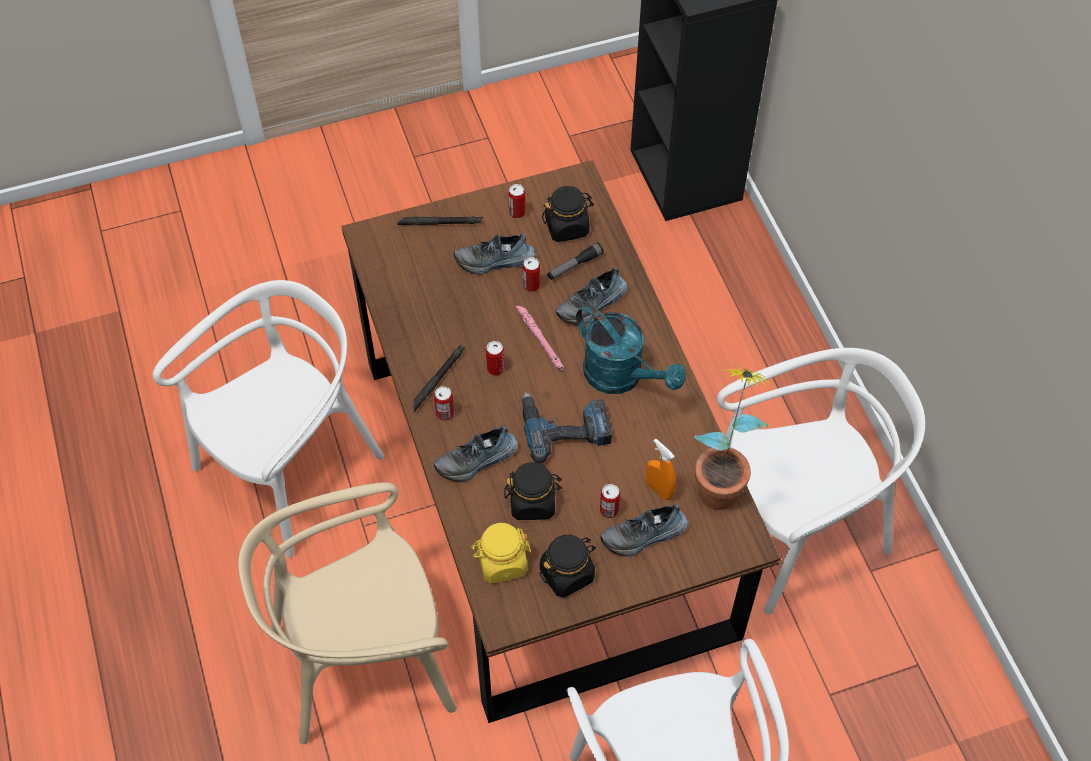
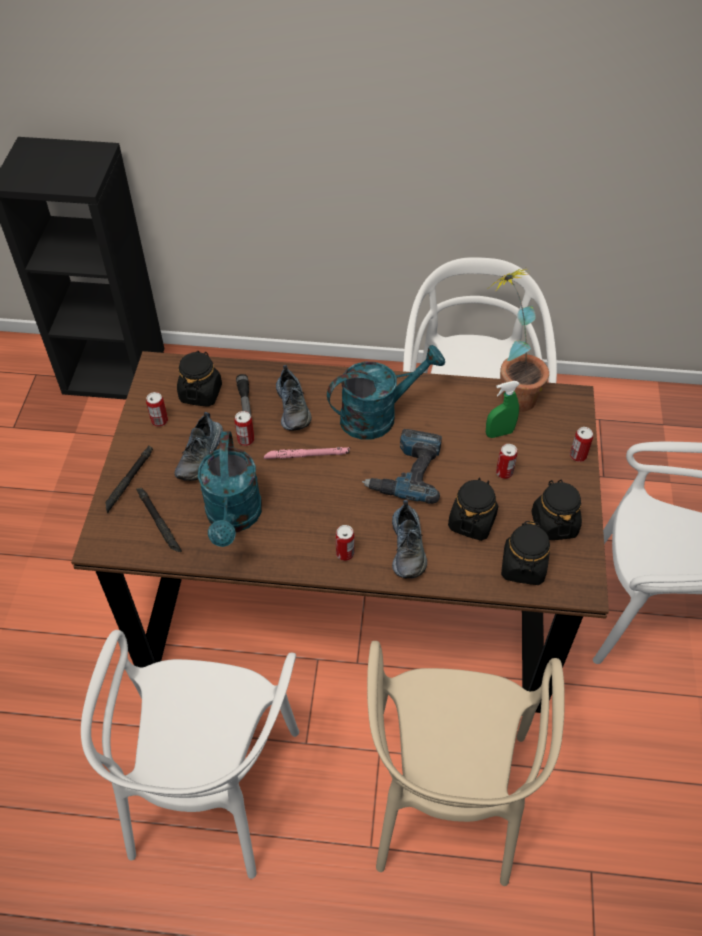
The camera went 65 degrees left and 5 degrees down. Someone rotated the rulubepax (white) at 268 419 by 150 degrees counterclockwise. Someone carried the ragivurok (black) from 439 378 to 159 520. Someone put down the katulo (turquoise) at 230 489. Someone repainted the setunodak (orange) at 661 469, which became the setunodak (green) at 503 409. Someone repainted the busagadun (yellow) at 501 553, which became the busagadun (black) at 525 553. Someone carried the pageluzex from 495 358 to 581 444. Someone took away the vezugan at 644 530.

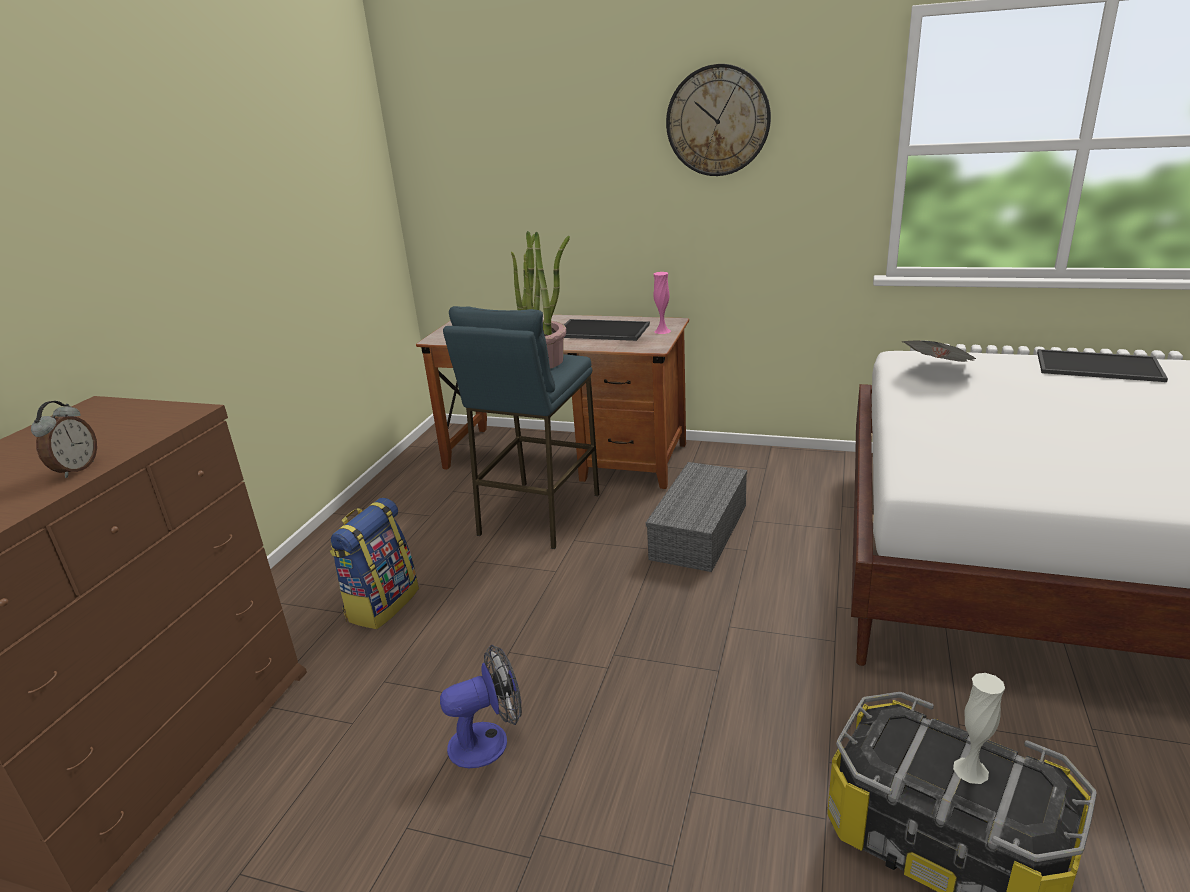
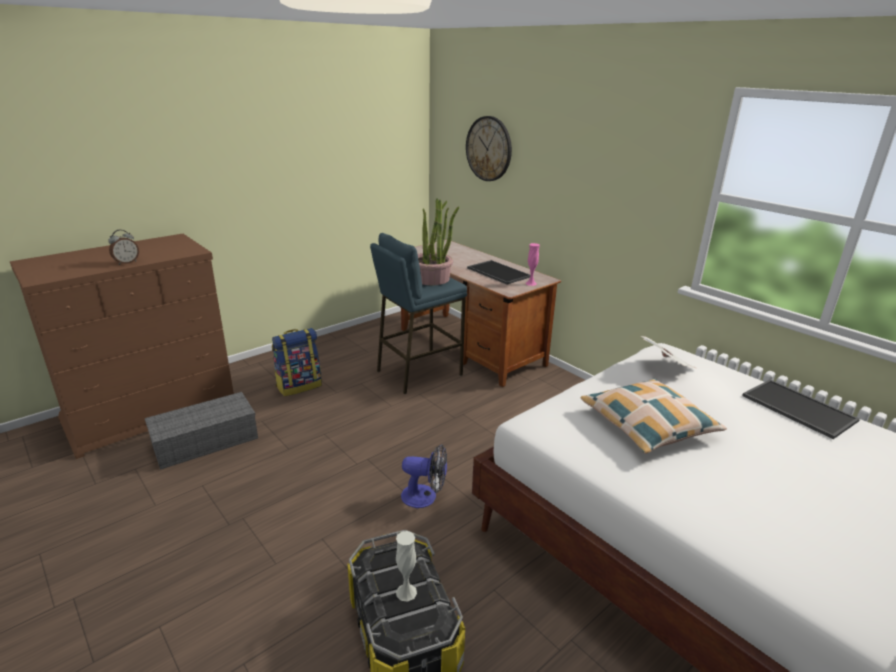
The camera went 30 degrees right and 0 degrees up. Someone carried the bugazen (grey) from 696 517 to 201 431. Someone carried the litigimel from 481 706 to 424 476. Someone carried the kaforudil from 718 120 to 489 148. Someone put down the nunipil at 654 416.

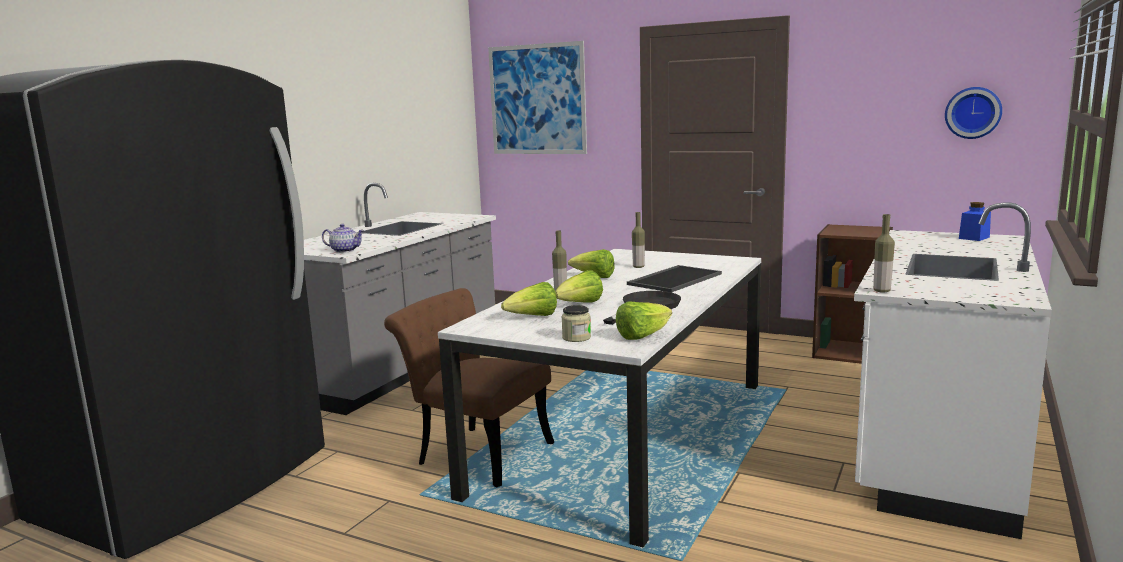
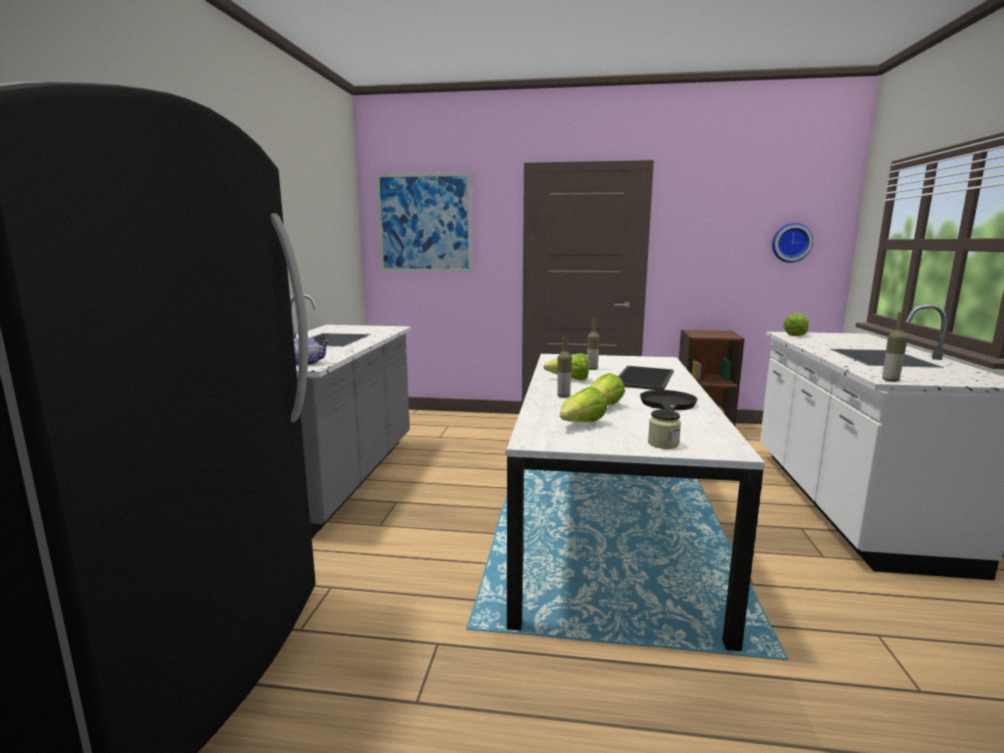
The camera went 20 degrees left and 0 degrees up. Someone carried the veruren from 644 321 to 796 324. Someone took away the rulubepax (brown) at 469 387. Someone took away the busagadun (blue) at 975 221.

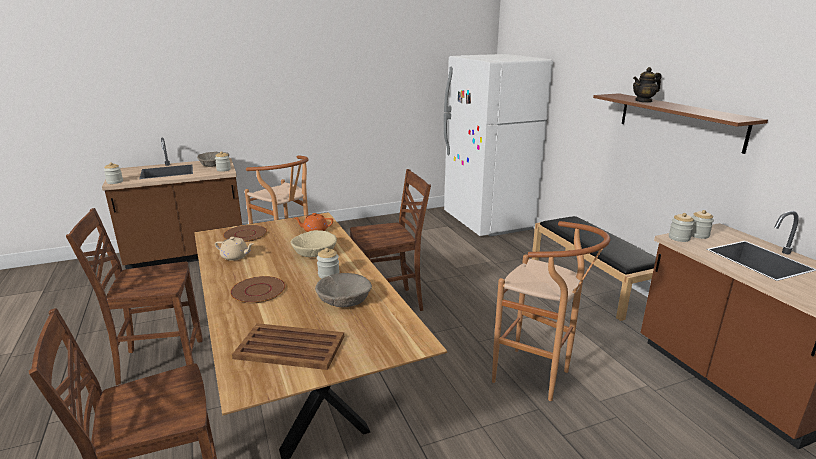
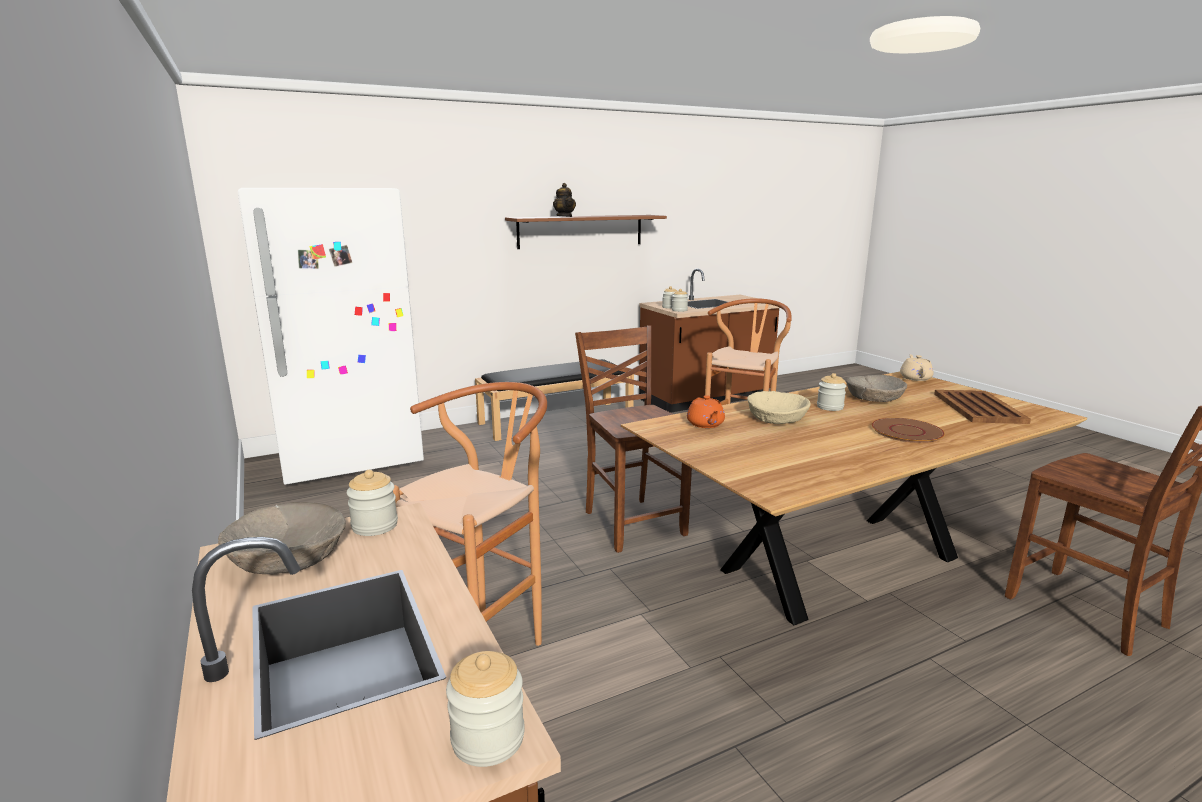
The camera went 95 degrees left and 5 degrees down. Someone carried the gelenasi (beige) from 234 249 to 917 367. Someone took away the rulubepax (brown) at 134 296. Someone took away the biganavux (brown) at 245 233.

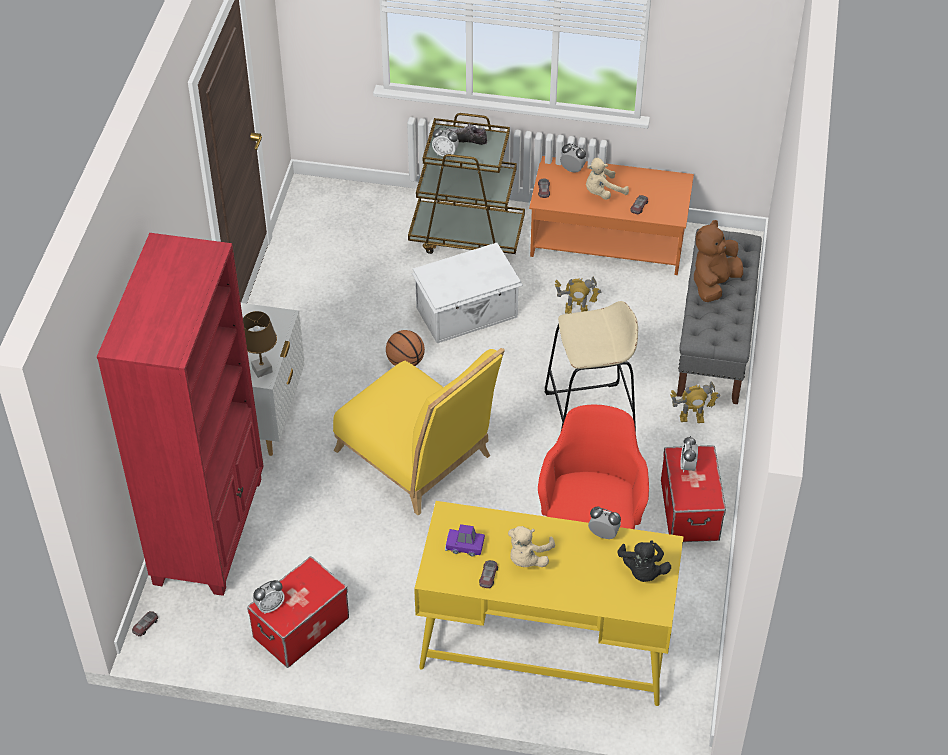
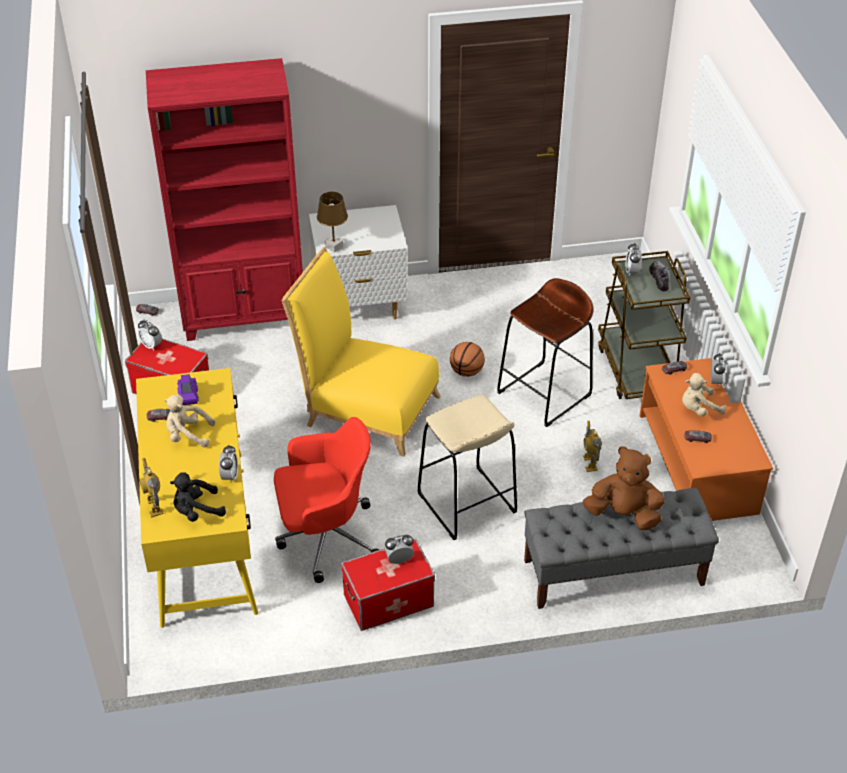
The camera went 70 degrees right and 5 degrees down. Someone carried the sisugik from 695 402 to 151 487. Someone rotated the rulubepax (yellow) at 419 432 by 90 degrees clockwise. Someone swapped the bugazen (white) at 467 293 for the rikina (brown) at 545 352. Someone rotated the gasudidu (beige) at 607 179 by 60 degrees counterclockwise.

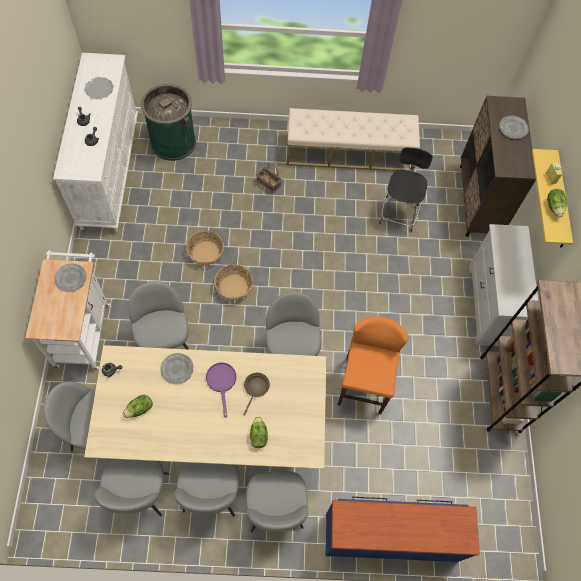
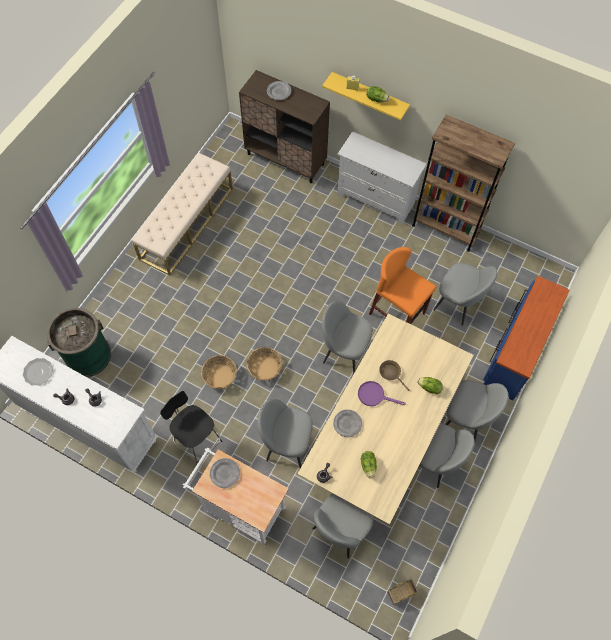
The camera went 60 degrees left and 0 degrees up. Someone carried the rikina (black) from 406 190 to 191 427. Someone carried the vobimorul from 269 178 to 402 592. Someone carried the rulubepax (grey) from 131 487 to 465 294.

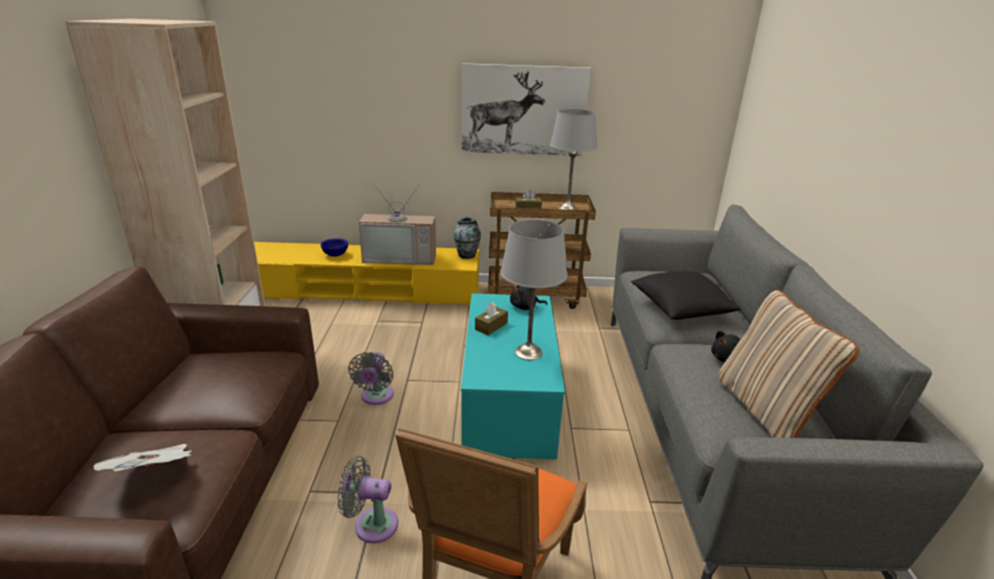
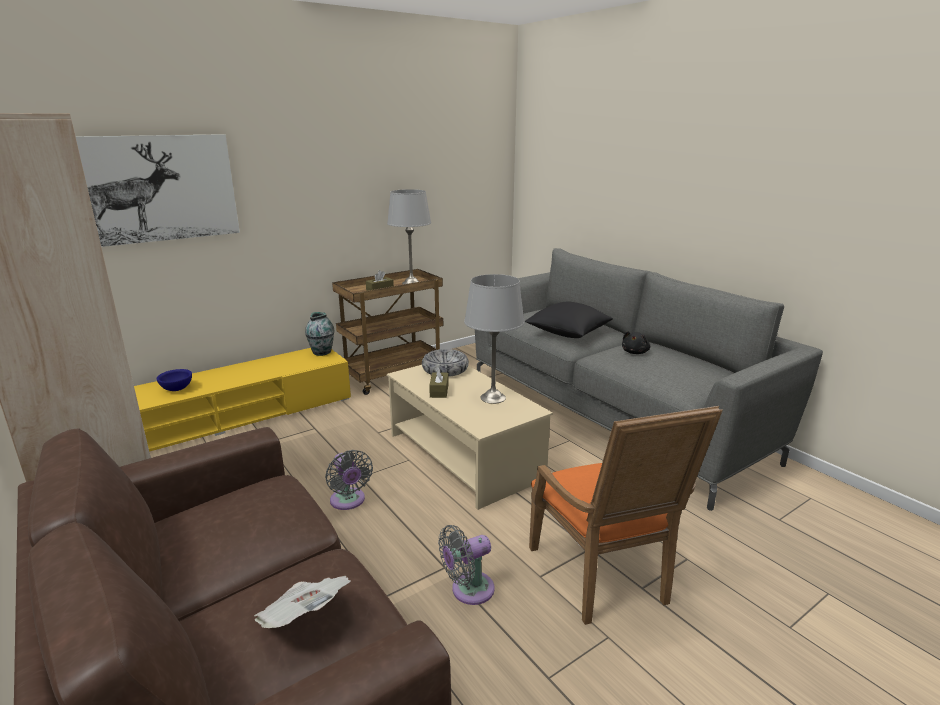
The camera went 35 degrees left and 5 degrees down. Someone carried the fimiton from 526 109 to 158 190. Someone repainted the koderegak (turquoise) at 513 376, which became the koderegak (beige) at 470 437. Someone swapped the gasudidu (black) at 528 298 for the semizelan at 445 363. Someone took away the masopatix at 397 223. Someone took away the nunipil (beige) at 789 364.

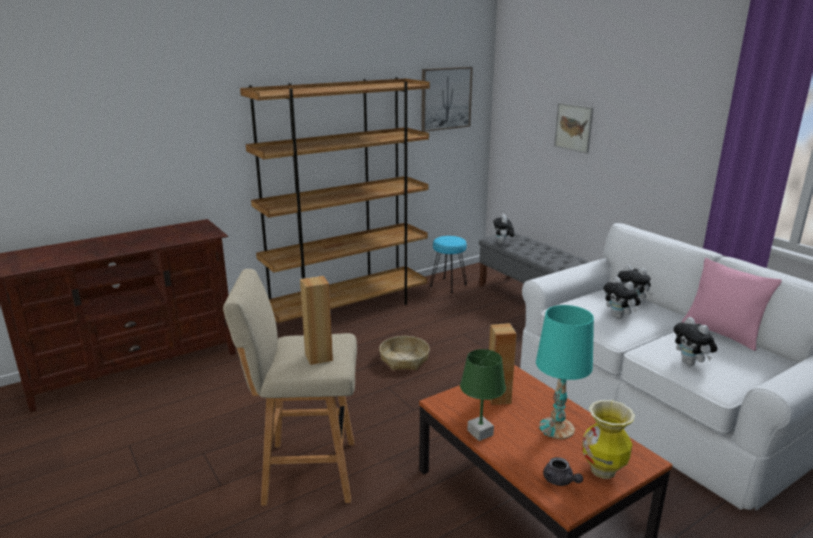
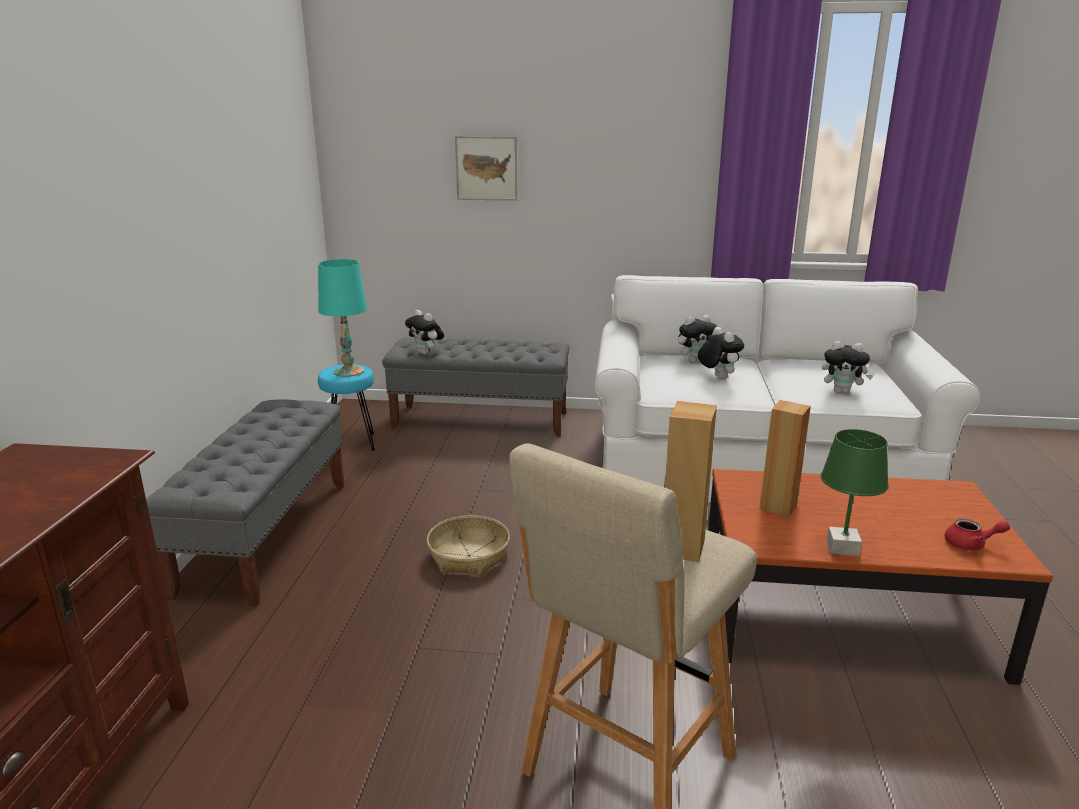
The camera went 50 degrees left and 0 degrees up. Someone swapped the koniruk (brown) at 335 200 for the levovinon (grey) at 245 503. Someone carried the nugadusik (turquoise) from 565 372 to 342 318. Someone rotated the gasudidu at 622 298 by 120 degrees counterclockwise. Someone repainted the gelenasi (grey) at 563 471, which became the gelenasi (red) at 977 534. Someone took away the fimiton at 447 99. Someone took away the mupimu at 608 439. Someone took away the nunipil (pink) at 732 304.

